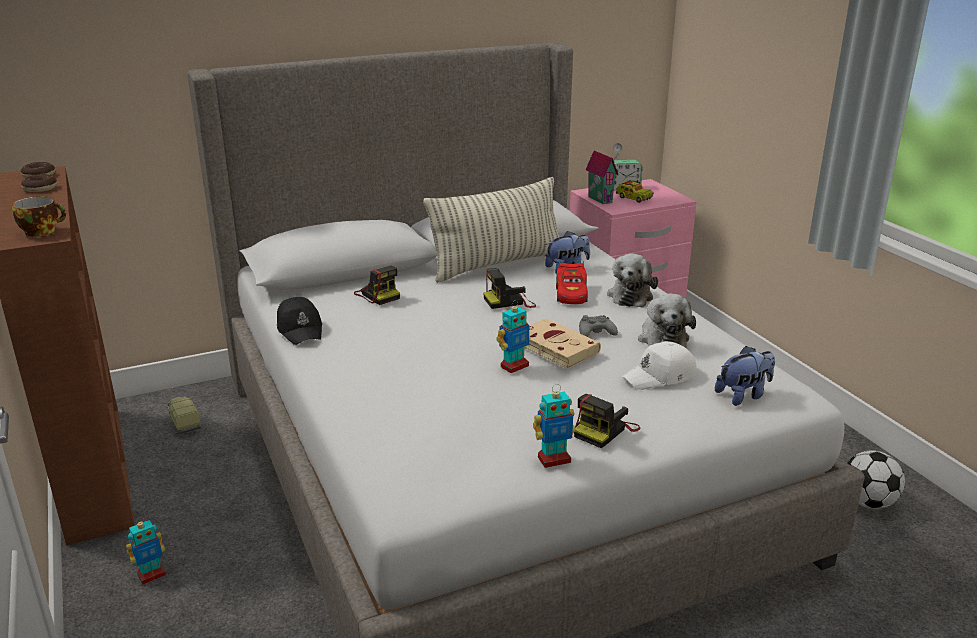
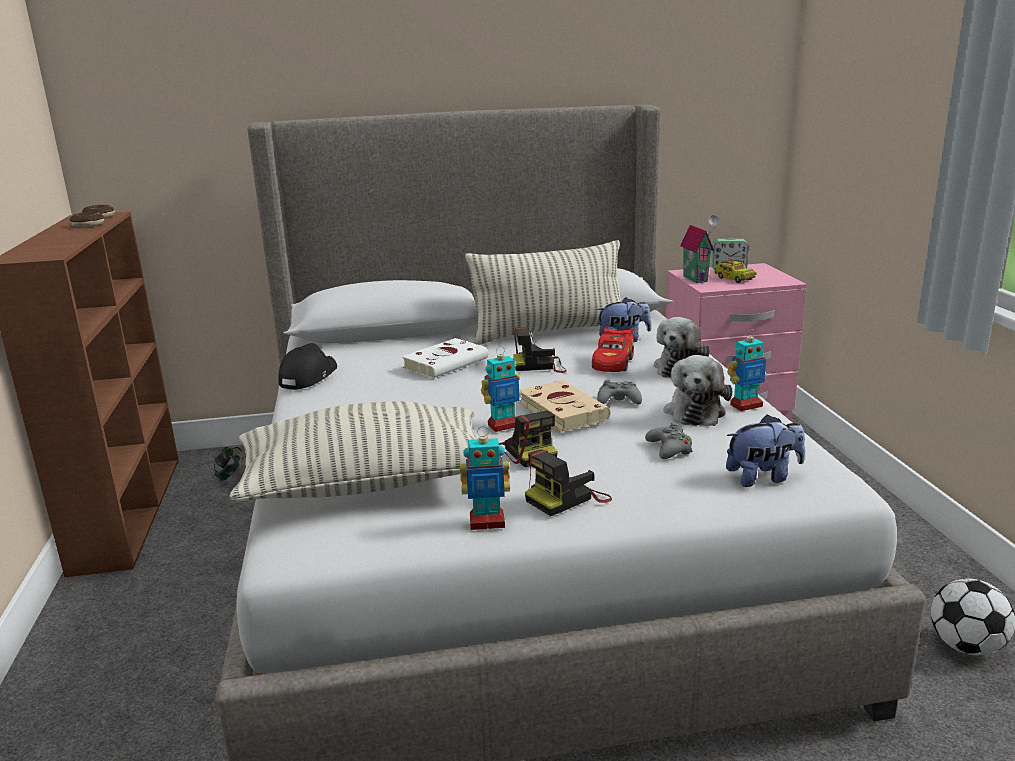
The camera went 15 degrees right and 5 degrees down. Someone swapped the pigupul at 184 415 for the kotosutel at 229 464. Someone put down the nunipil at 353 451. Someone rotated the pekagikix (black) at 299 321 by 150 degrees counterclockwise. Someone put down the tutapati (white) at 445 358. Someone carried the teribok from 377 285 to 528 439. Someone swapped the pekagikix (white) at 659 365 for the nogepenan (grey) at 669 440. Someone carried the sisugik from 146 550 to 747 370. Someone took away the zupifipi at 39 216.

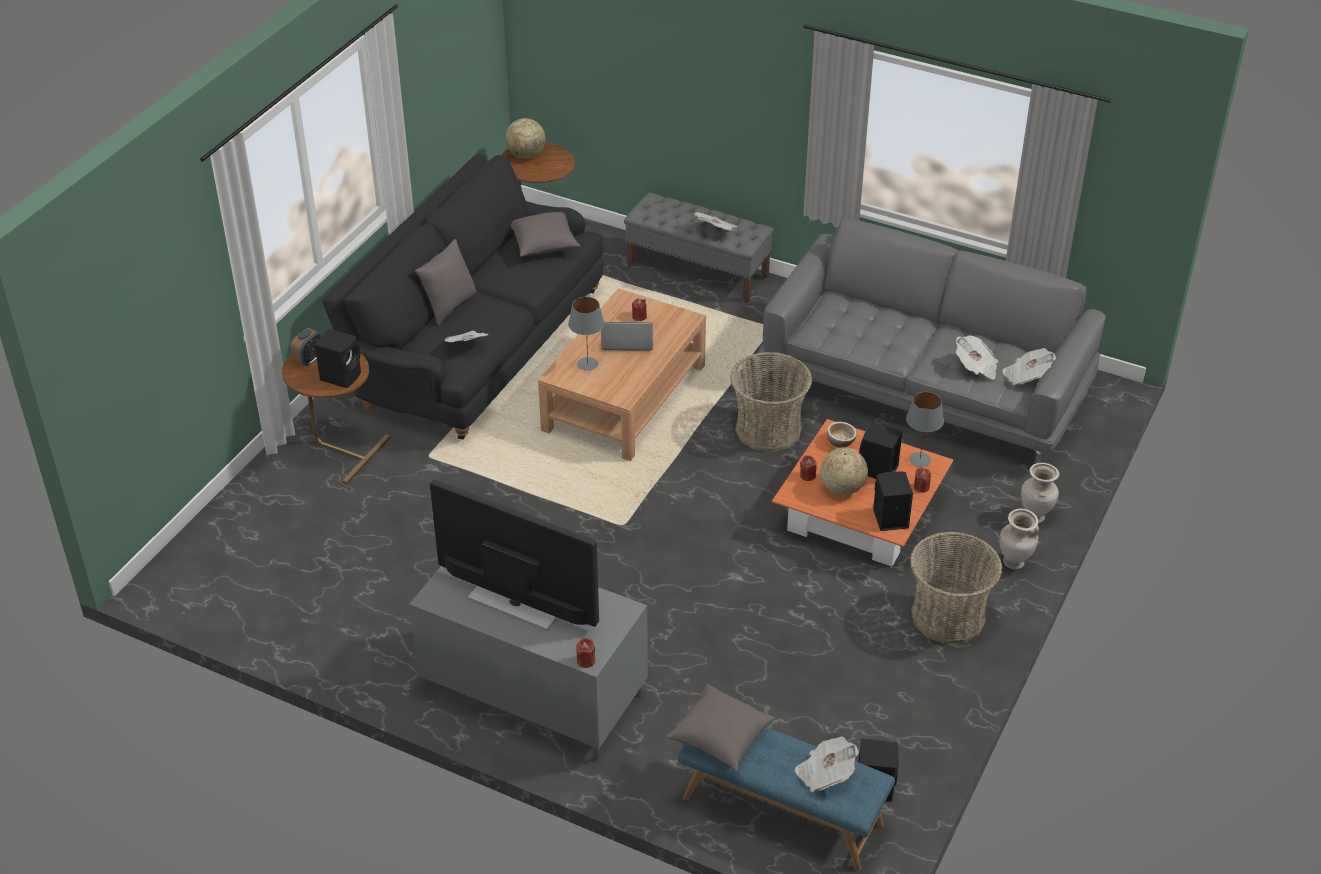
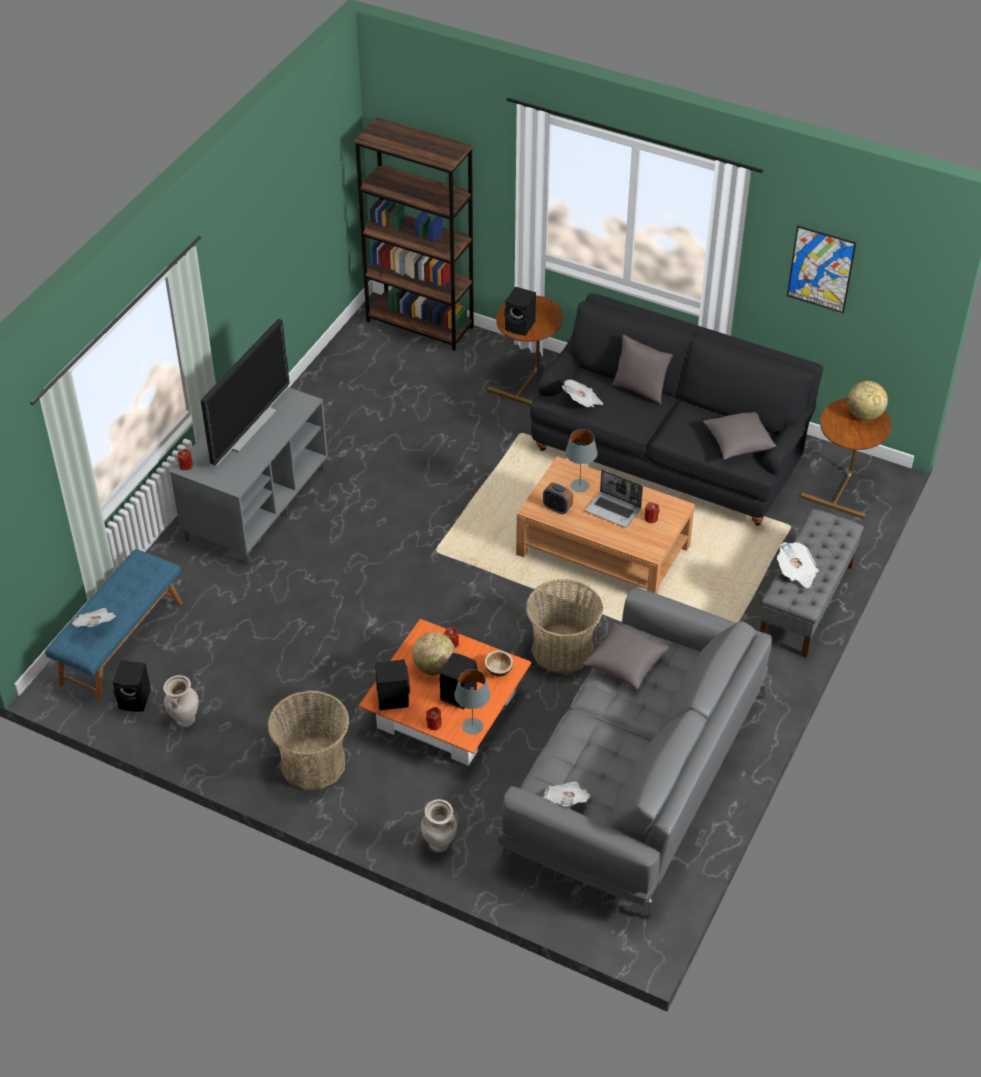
The camera went 90 degrees right and 5 degrees up. Someone carried the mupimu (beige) from 1019 539 to 181 701. Someone put down the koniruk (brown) at 414 234. Someone carried the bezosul from 306 347 to 558 498. Someone carried the nunipil (grey) from 721 727 to 626 656. Someone rotated the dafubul at 627 336 by 120 degrees clockwise. Someone put up the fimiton at 821 269. Someone took away the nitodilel at 977 357.

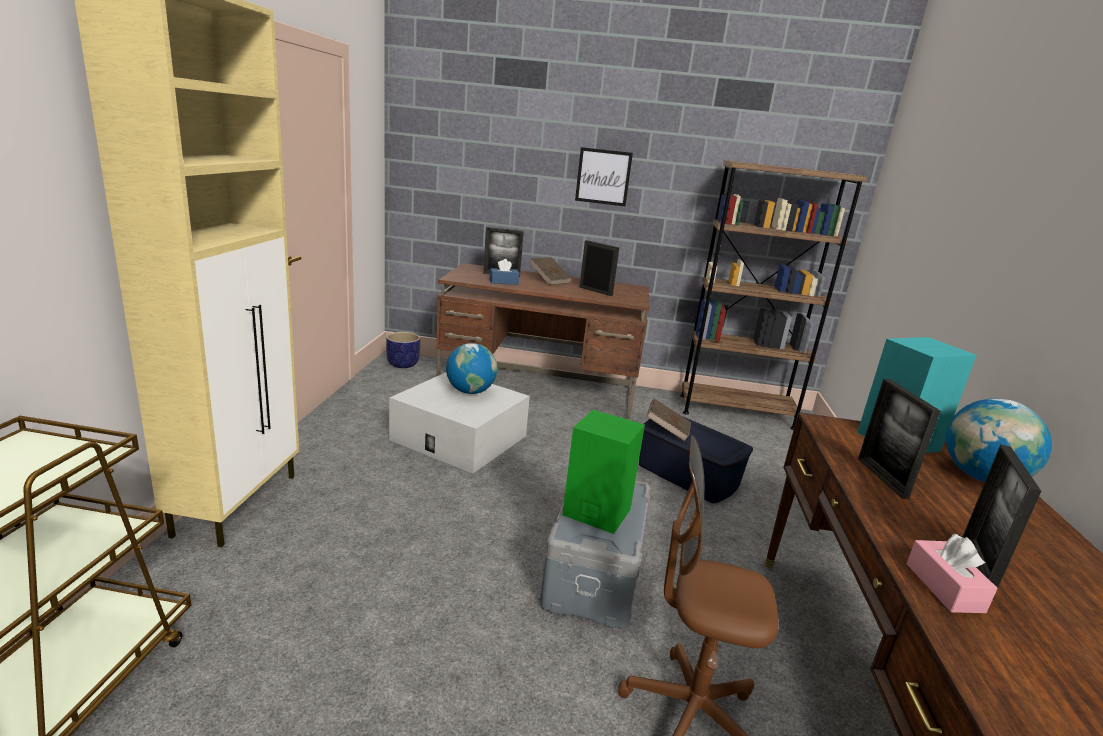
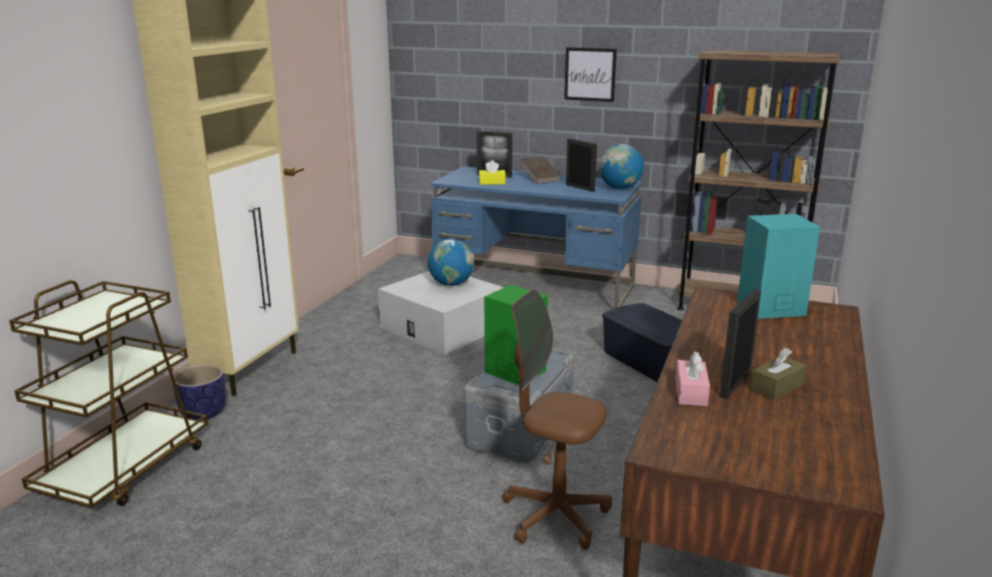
The camera went 15 degrees right and 0 degrees up. Someone carried the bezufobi from 403 350 to 199 392. Someone repainted the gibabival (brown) at 542 341, which became the gibabival (blue) at 536 237. Someone repainted the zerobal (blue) at 504 272, which became the zerobal (yellow) at 492 172. Someone carried the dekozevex from 999 440 to 621 166. Someone put down the zerobal (brown) at 778 374. Someone took away the tutapati (brown) at 668 420. Someone took away the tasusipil at 899 439.

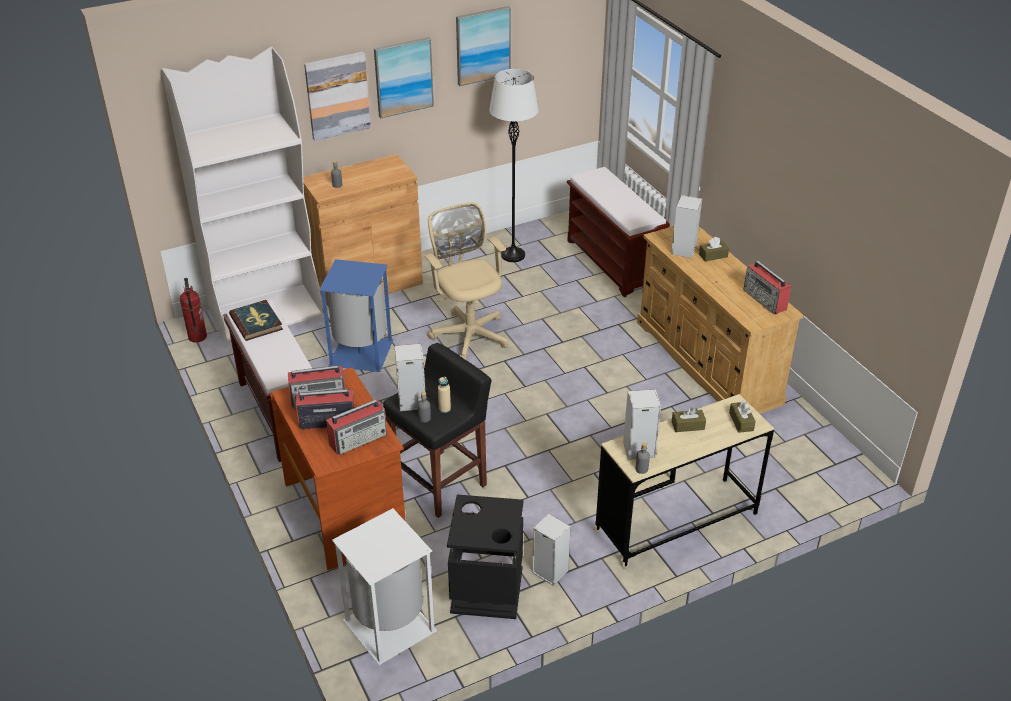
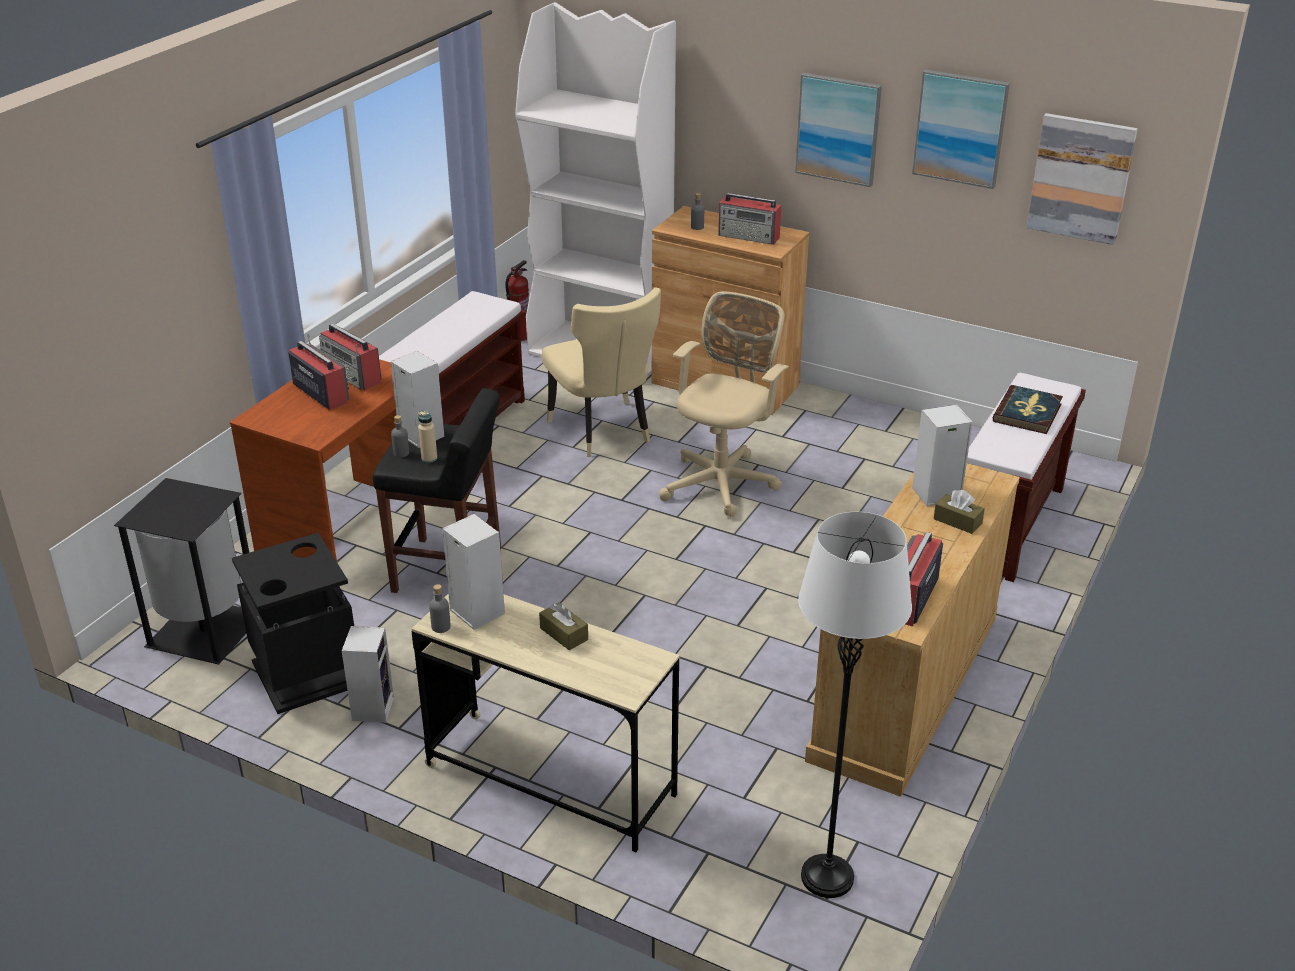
The camera went 55 degrees right and 5 degrees down. Someone repainted the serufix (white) at 384 586, which became the serufix (black) at 181 571. Someone swapped the serufix (blue) at 356 315 for the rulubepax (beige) at 601 372. Someone carried the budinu from 356 427 to 749 219. Someone carried the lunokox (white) from 513 165 to 855 705. Someone carried the tutapati from 256 320 to 1028 409. Someone carried the fimiton from 337 96 to 1082 179. Someone took away the zerobal (brown) at 742 417.

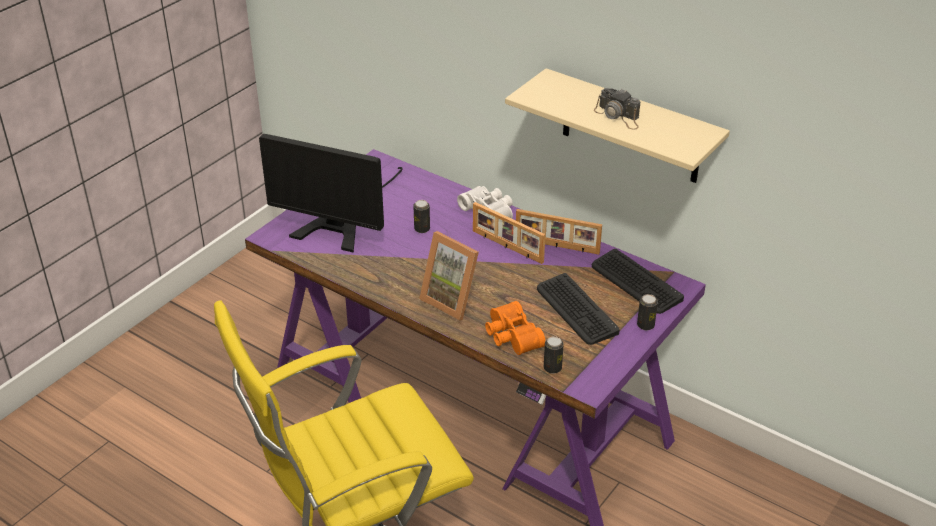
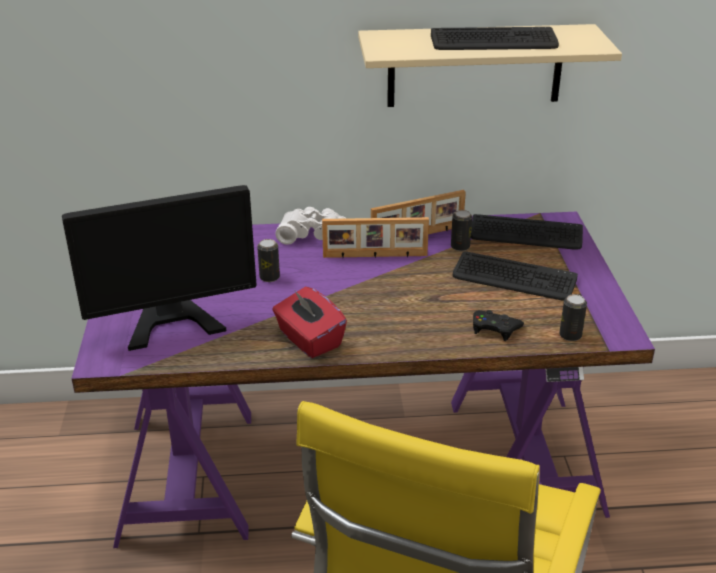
The camera went 40 degrees left and 5 degrees down. Someone put down the zerobal (red) at 309 322. Someone swapped the teribok at 617 109 for the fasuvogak at 495 38. Someone carried the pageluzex from 647 312 to 461 230. Someone swapped the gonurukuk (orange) at 515 328 for the nogepenan (black) at 498 325. Someone took away the tasusipil at 449 276.

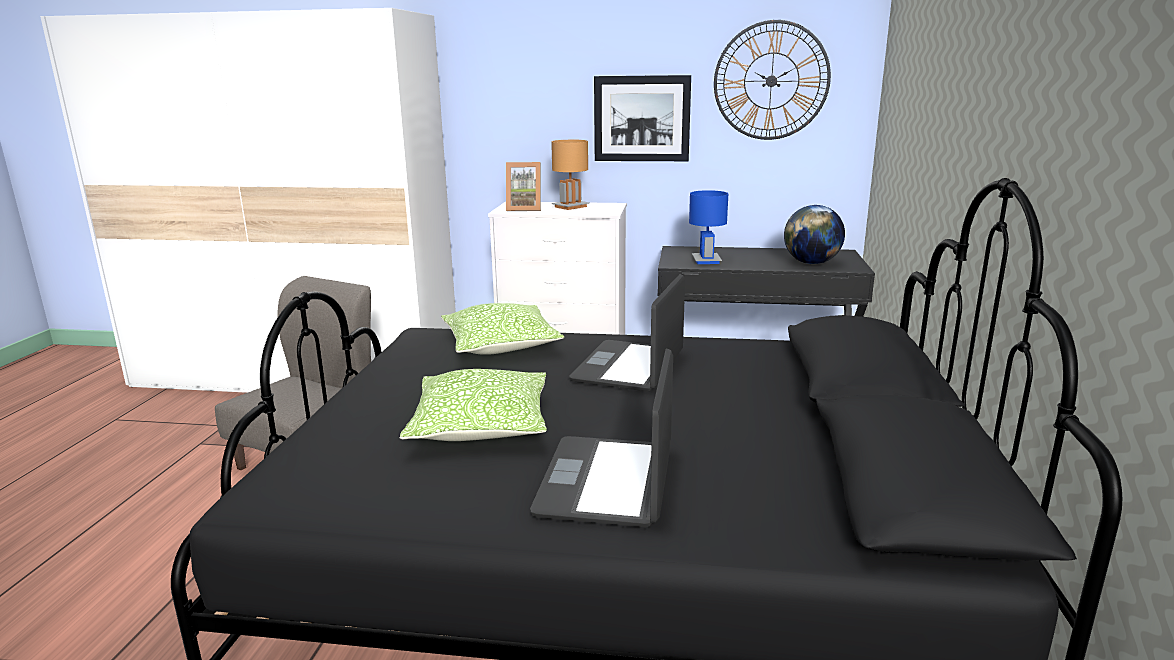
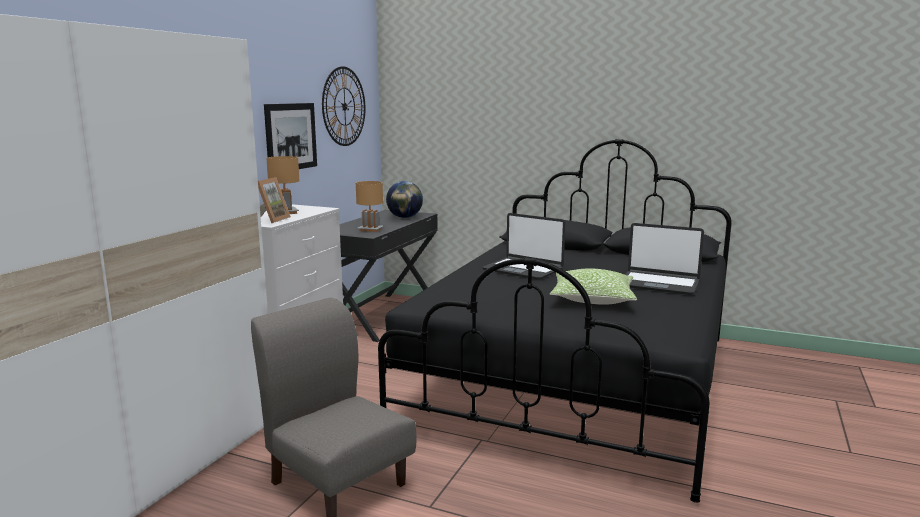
The camera went 75 degrees left and 5 degrees down. Someone repainted the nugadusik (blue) at 708 227, which became the nugadusik (brown) at 370 206. Someone took away the nunipil at 502 329.

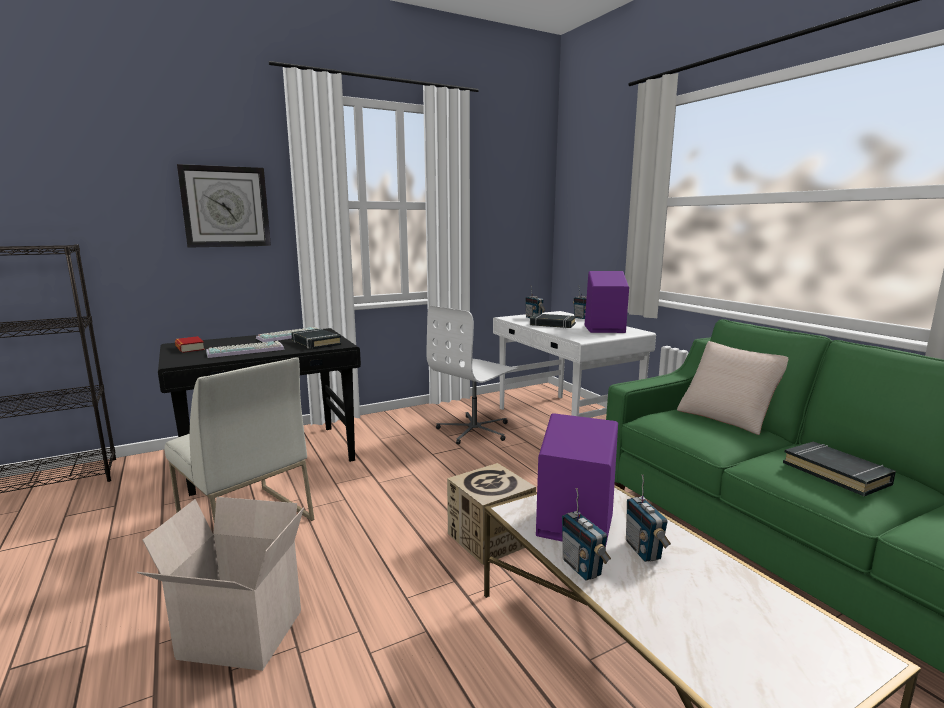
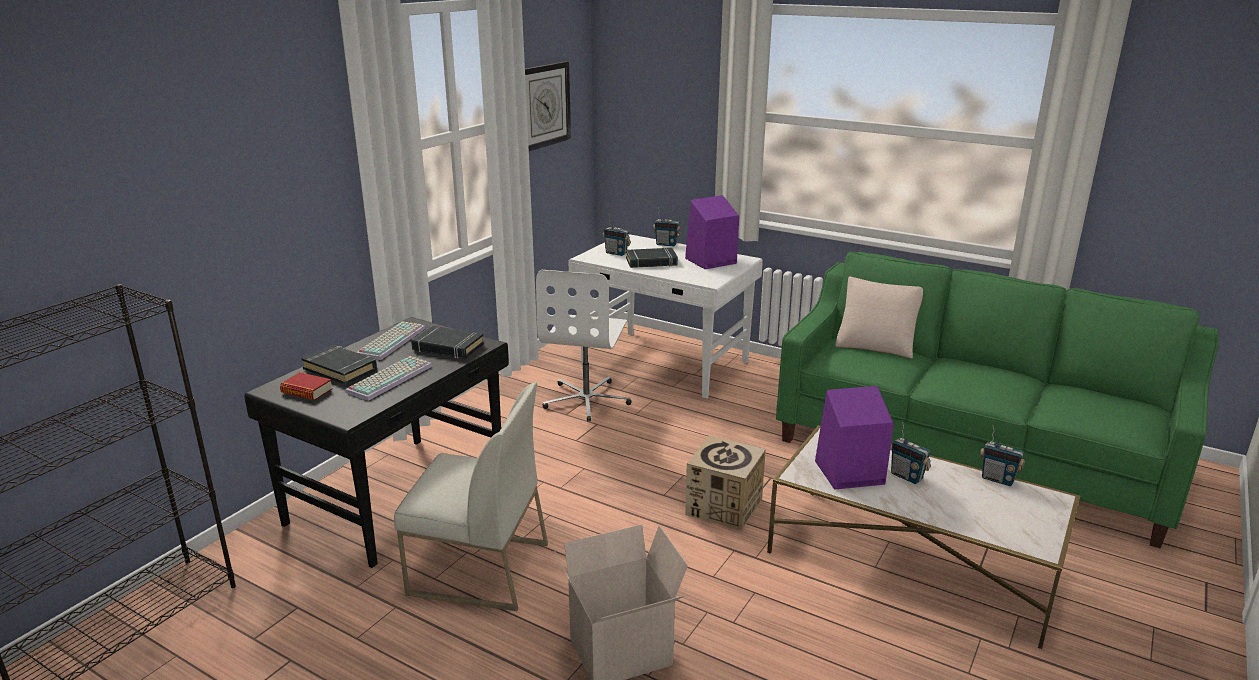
The camera went 30 degrees left and 10 degrees up. Someone carried the tutapati (black) from 839 469 to 339 365. Someone carried the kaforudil from 224 206 to 548 106. Someone carried the budinu from 586 534 to 1002 456.

